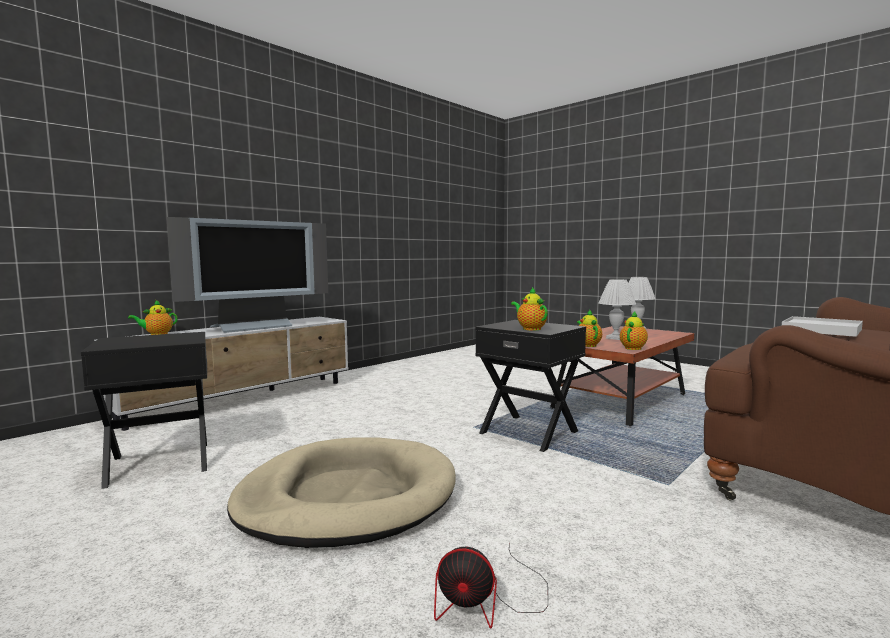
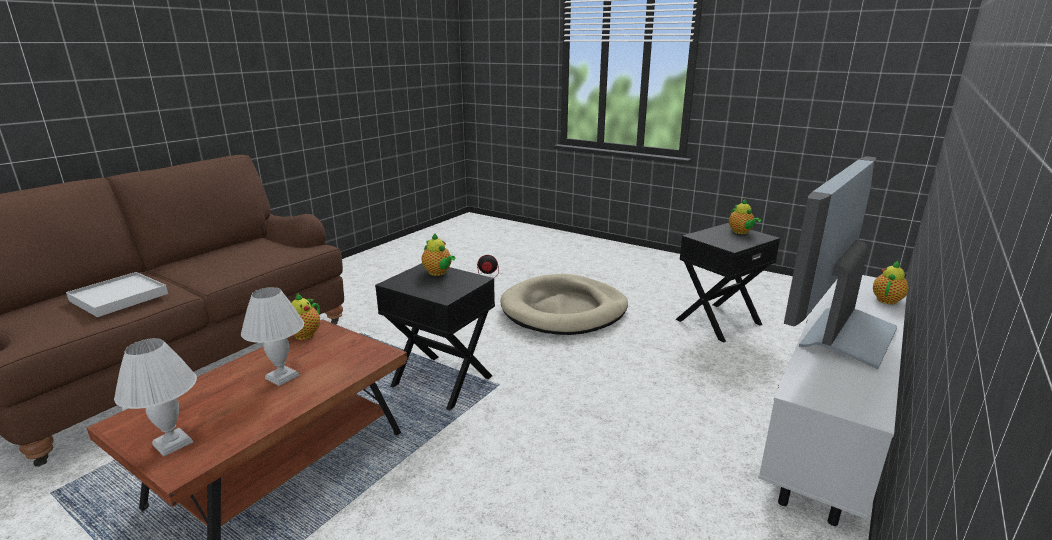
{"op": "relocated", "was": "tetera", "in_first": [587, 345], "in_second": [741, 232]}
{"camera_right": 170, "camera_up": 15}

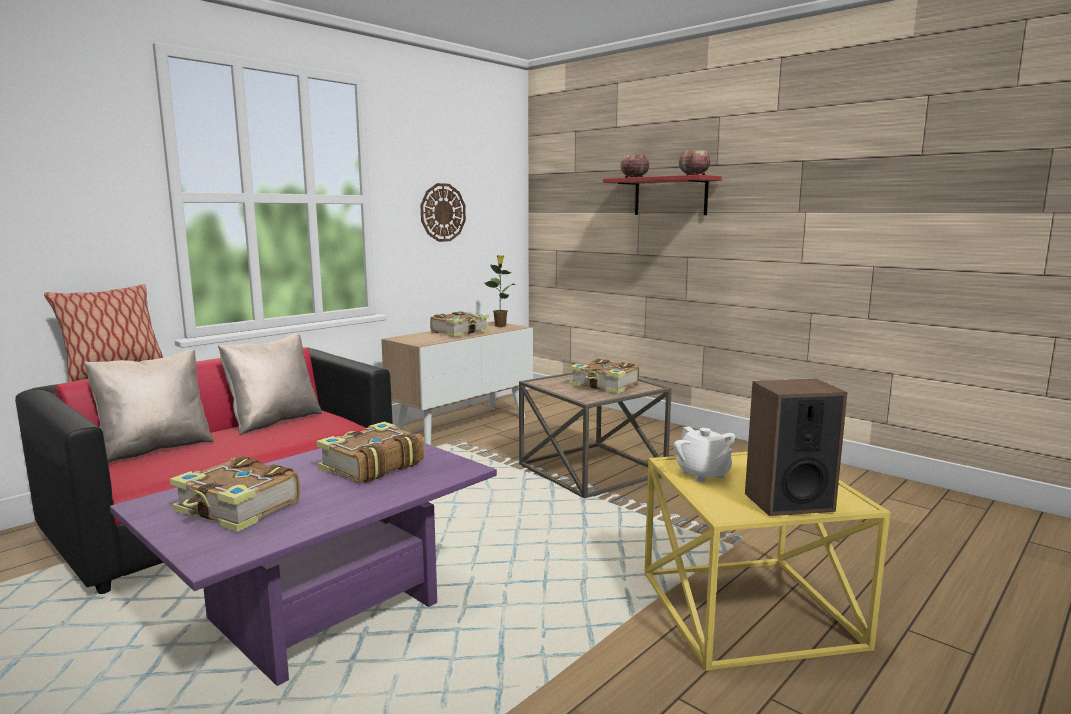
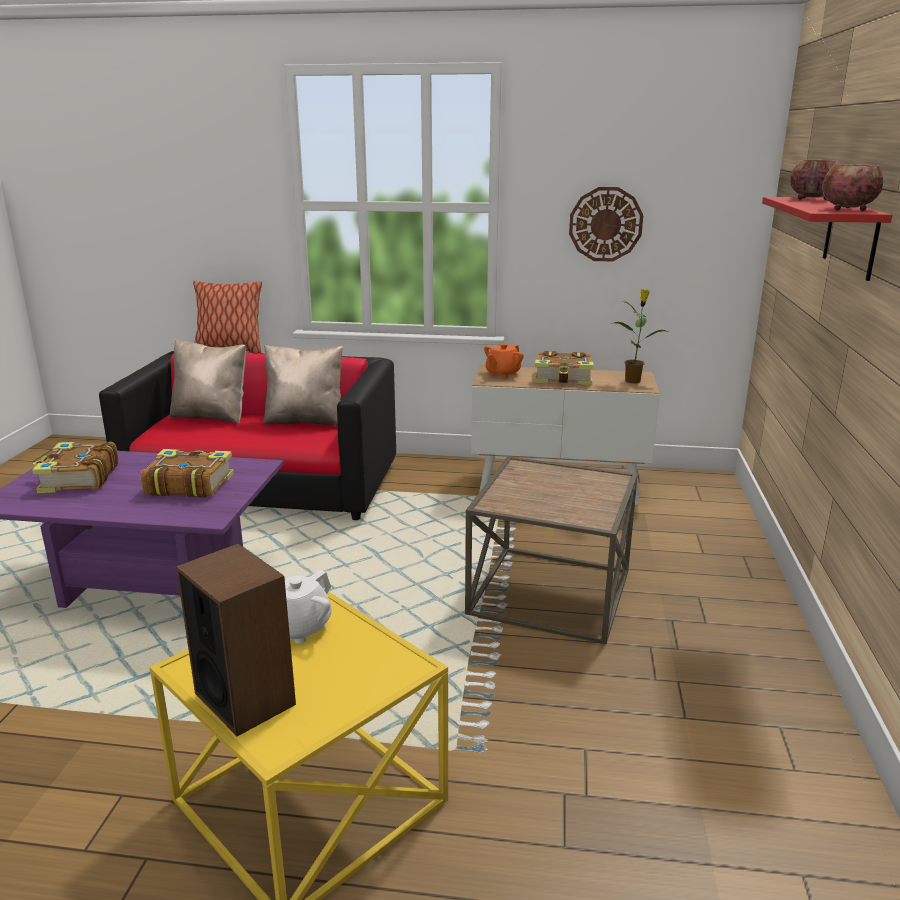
{"op": "missing", "was": "libro", "in_first": [605, 386]}
{"op": "appeared", "now": "tetera [naranja]", "in_second": [502, 374]}
{"camera_right": 55, "camera_up": 10}

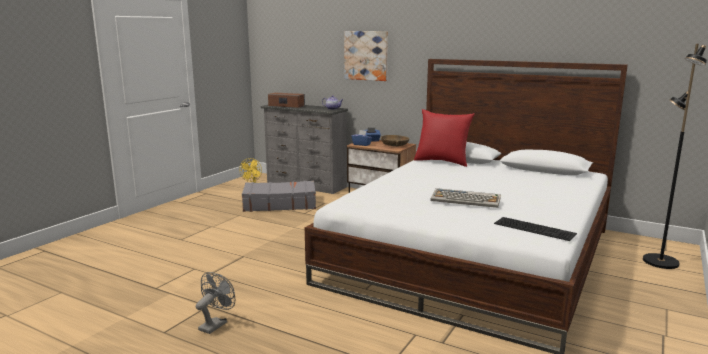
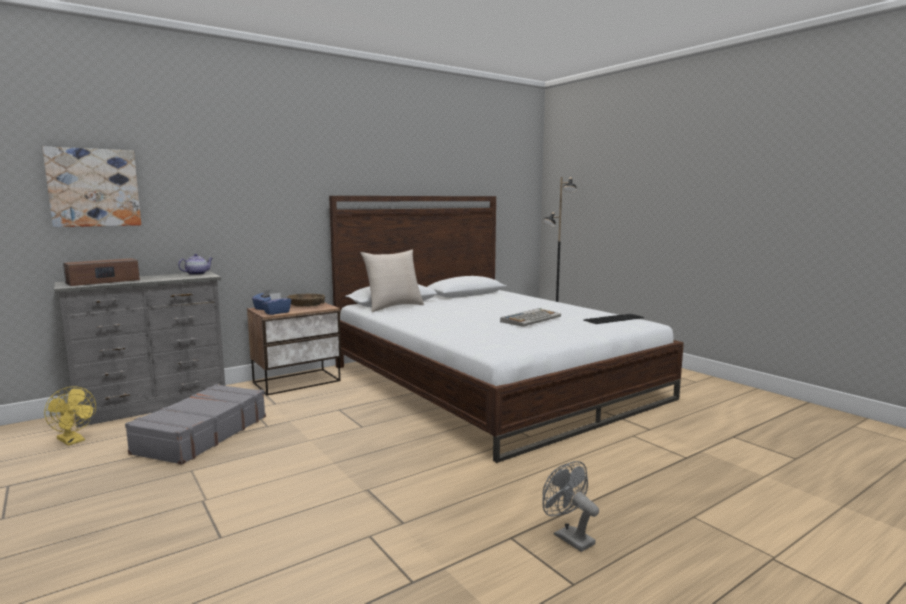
{"op": "relocated", "was": "cuadro", "in_first": [366, 55], "in_second": [94, 187]}
{"op": "colour", "was": "cojín [rojo]", "now": "cojín [beis]", "in_first": [442, 161], "in_second": [393, 307]}
{"camera_right": -65, "camera_up": -5}

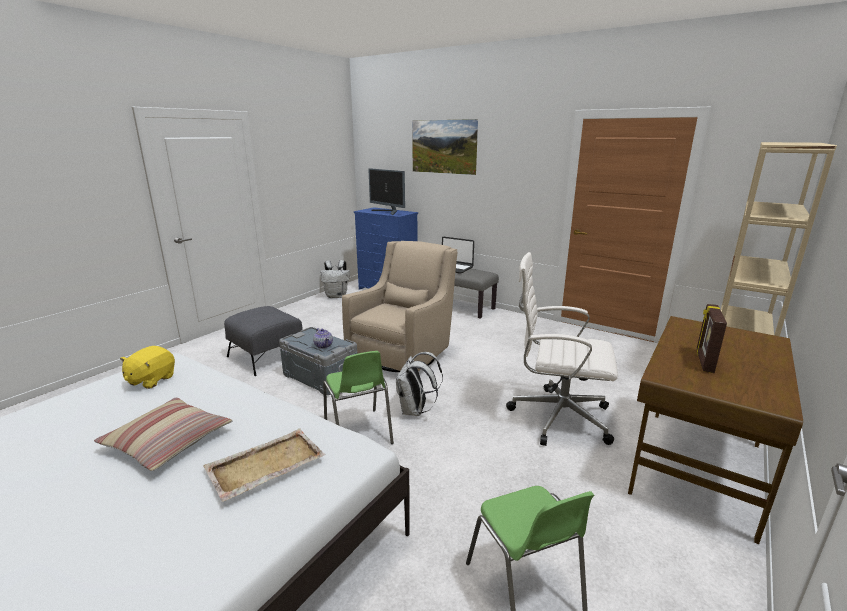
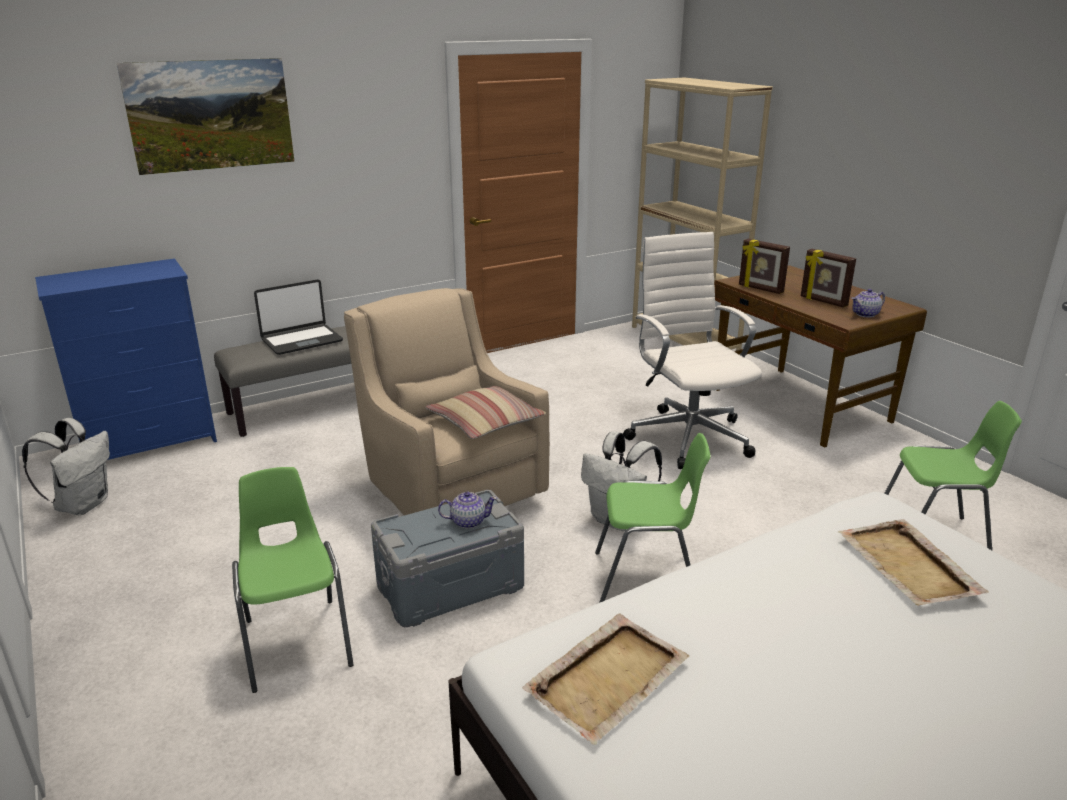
{"op": "missing", "was": "monitor", "in_first": [388, 212]}
{"op": "appeared", "now": "portarretratos", "in_second": [760, 289]}
{"op": "appeared", "now": "tetera", "in_second": [865, 314]}
{"op": "relocated", "was": "cojín", "in_first": [168, 442], "in_second": [485, 422]}
{"op": "exchanged", "was": "peluche [amarillo]", "now": "bandeja [beis]", "in_first": [151, 380], "in_second": [608, 678]}
{"op": "exchanged", "was": "puf [gris]", "now": "silla [verde]", "in_first": [267, 356], "in_second": [297, 642]}
{"op": "spun", "was": "silla de oficina [blanco]", "in_first": [557, 416], "in_second": [688, 436], "clockwise": 120}
{"camera_right": -65, "camera_up": 5}

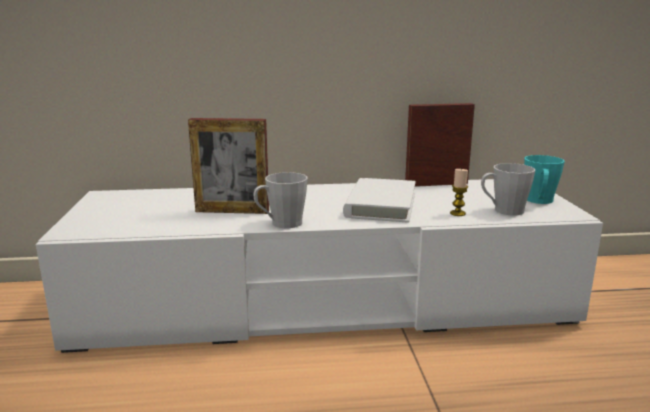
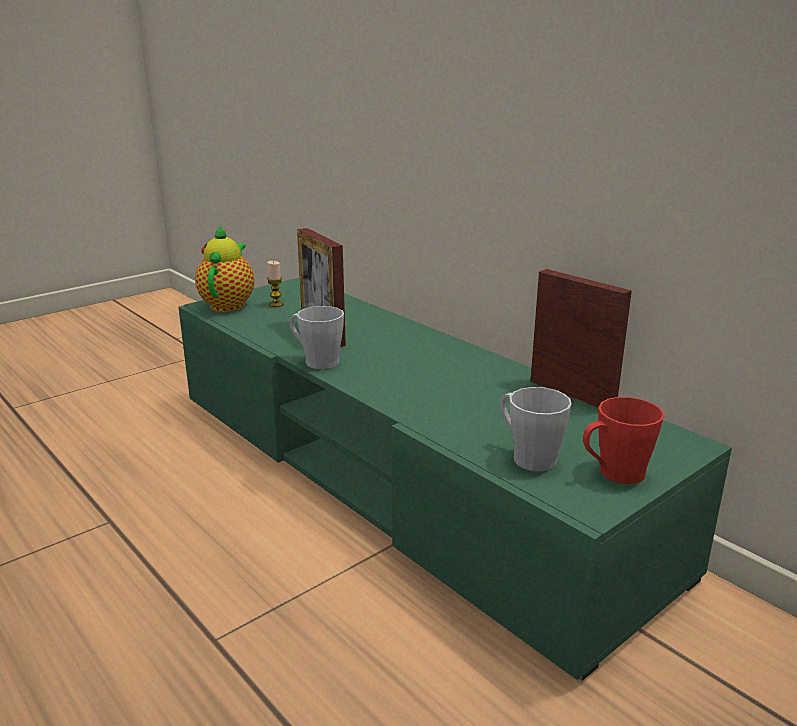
{"op": "missing", "was": "libro [blanco]", "in_first": [381, 205]}
{"op": "appeared", "now": "tetera", "in_second": [229, 304]}
{"op": "relocated", "was": "vela", "in_first": [457, 213], "in_second": [276, 304]}
{"op": "colour", "was": "mueble de televisión [blanco]", "now": "mueble de televisión [verde]", "in_first": [325, 303], "in_second": [398, 476]}
{"op": "colour", "was": "taza grande [turquesa]", "now": "taza grande [rojo]", "in_first": [539, 201], "in_second": [614, 473]}
{"camera_right": 55, "camera_up": 5}

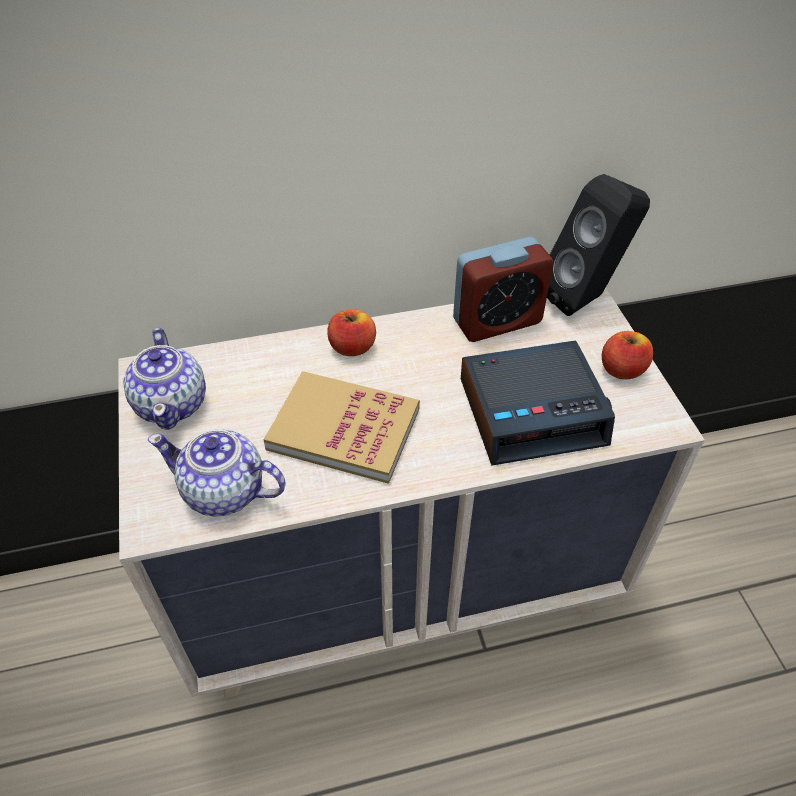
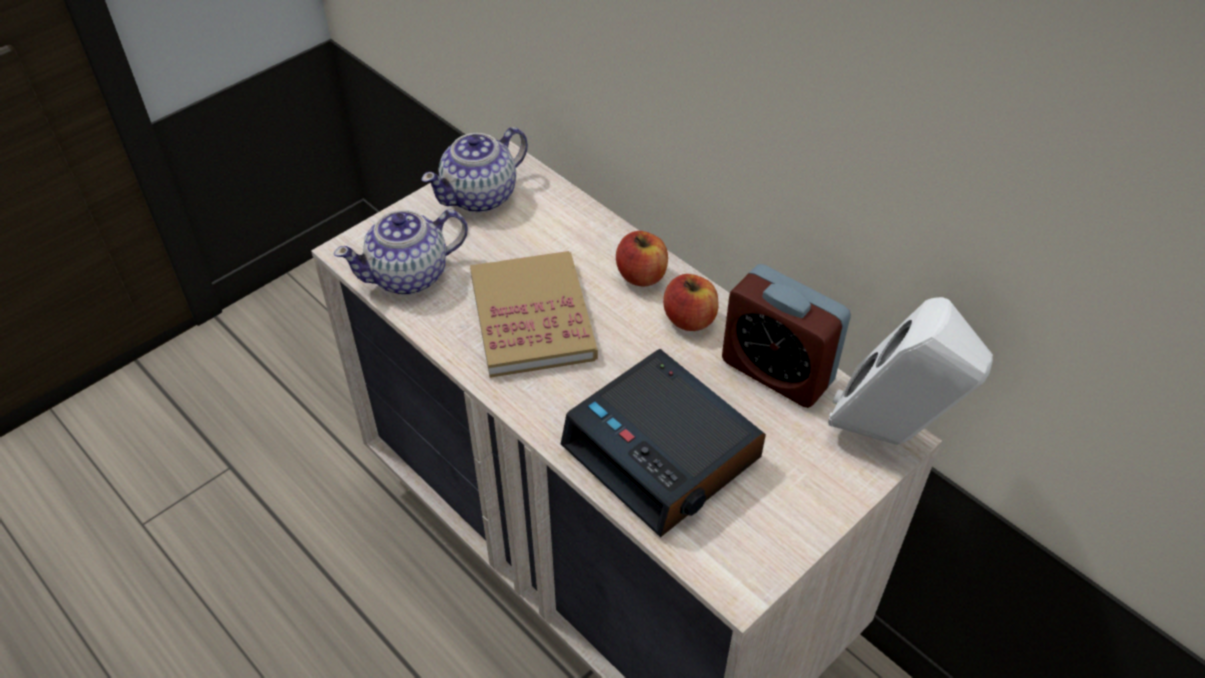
{"op": "relocated", "was": "manzana", "in_first": [622, 369], "in_second": [689, 319]}
{"op": "colour", "was": "altavoz [negro]", "now": "altavoz [blanco]", "in_first": [585, 298], "in_second": [891, 436]}
{"op": "spun", "was": "tetera", "in_first": [225, 492], "in_second": [410, 275], "clockwise": -105}
{"camera_right": 60, "camera_up": 0}

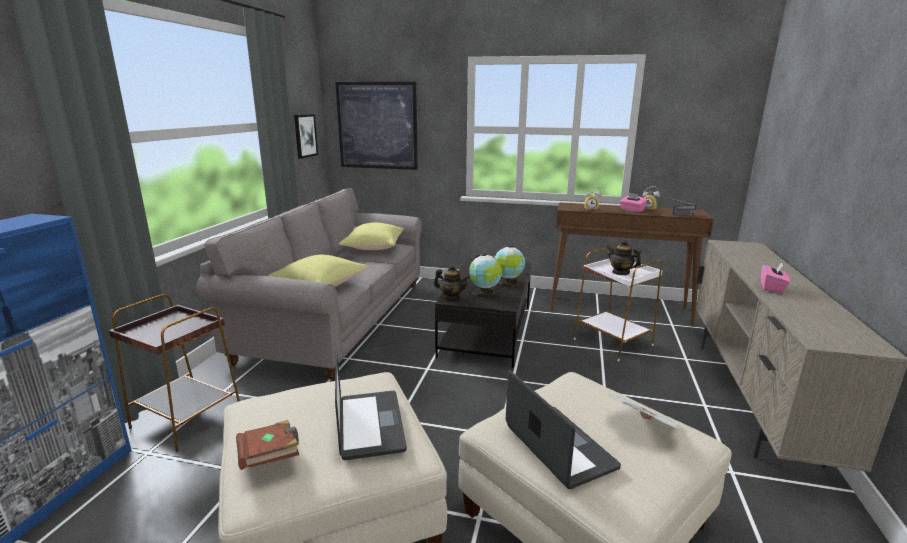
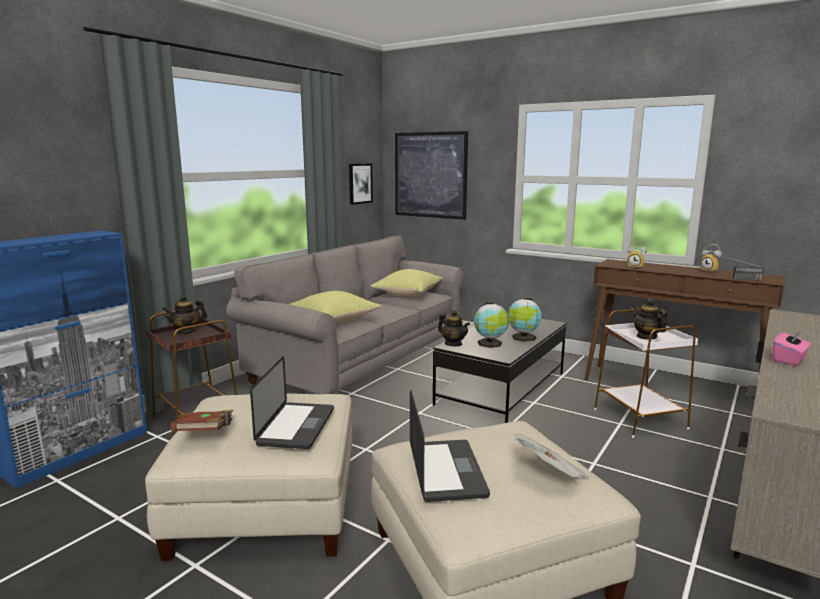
{"op": "missing", "was": "caja de pañuelos [rosa]", "in_first": [632, 210]}
{"op": "appeared", "now": "tetera", "in_second": [187, 331]}
{"camera_right": 20, "camera_up": -5}

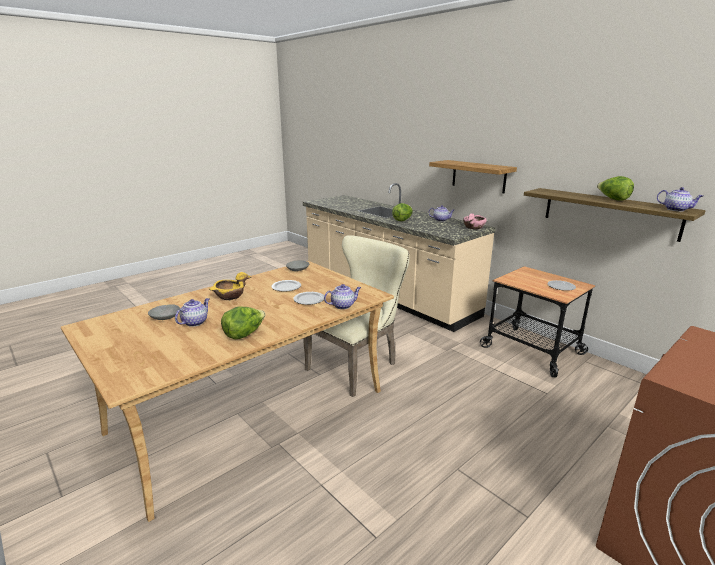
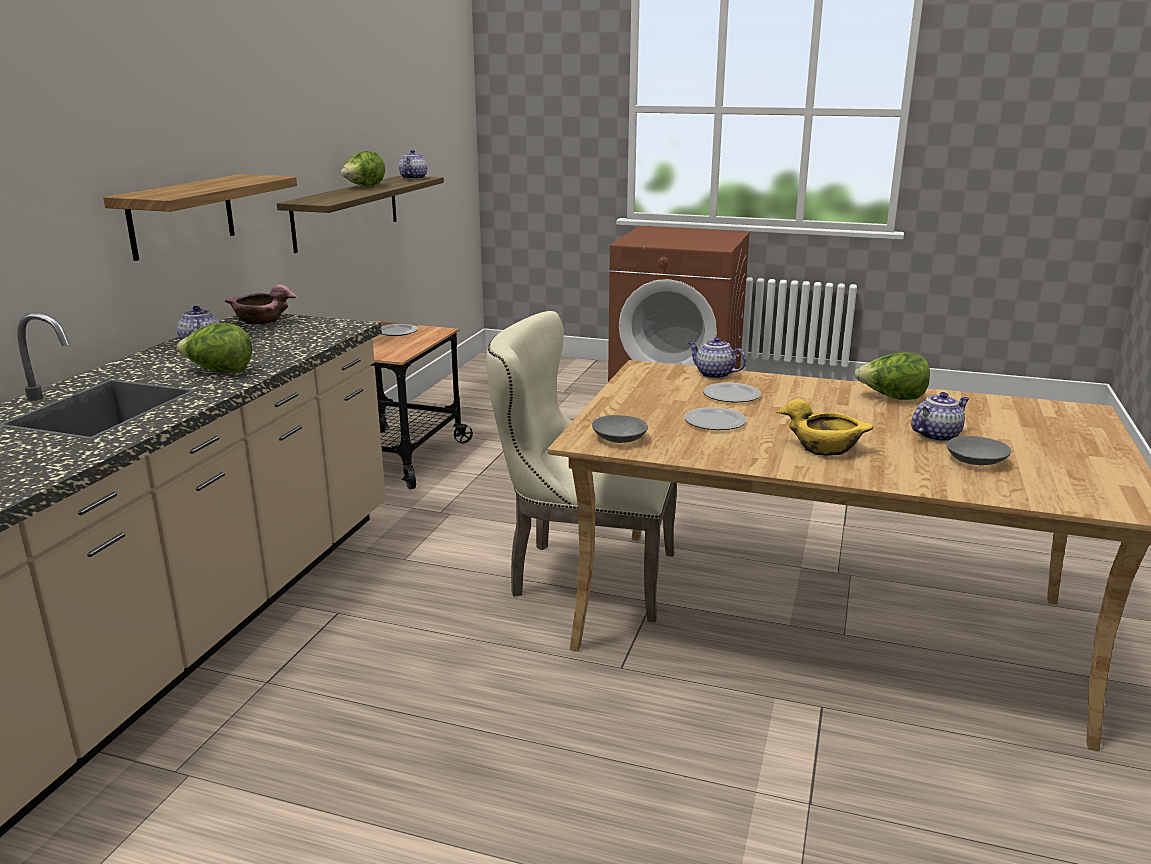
{"op": "spun", "was": "tetera", "in_first": [195, 322], "in_second": [937, 435], "clockwise": 150}
{"camera_right": -120, "camera_up": 0}

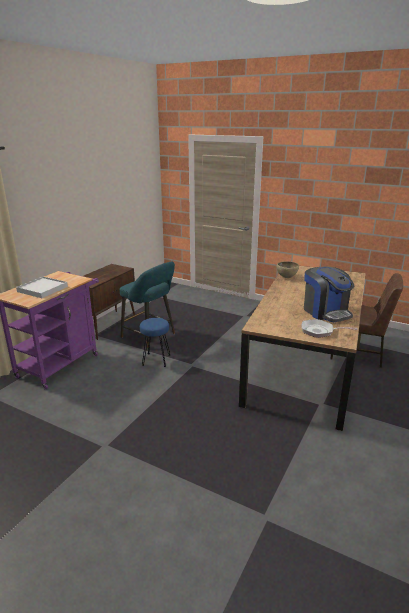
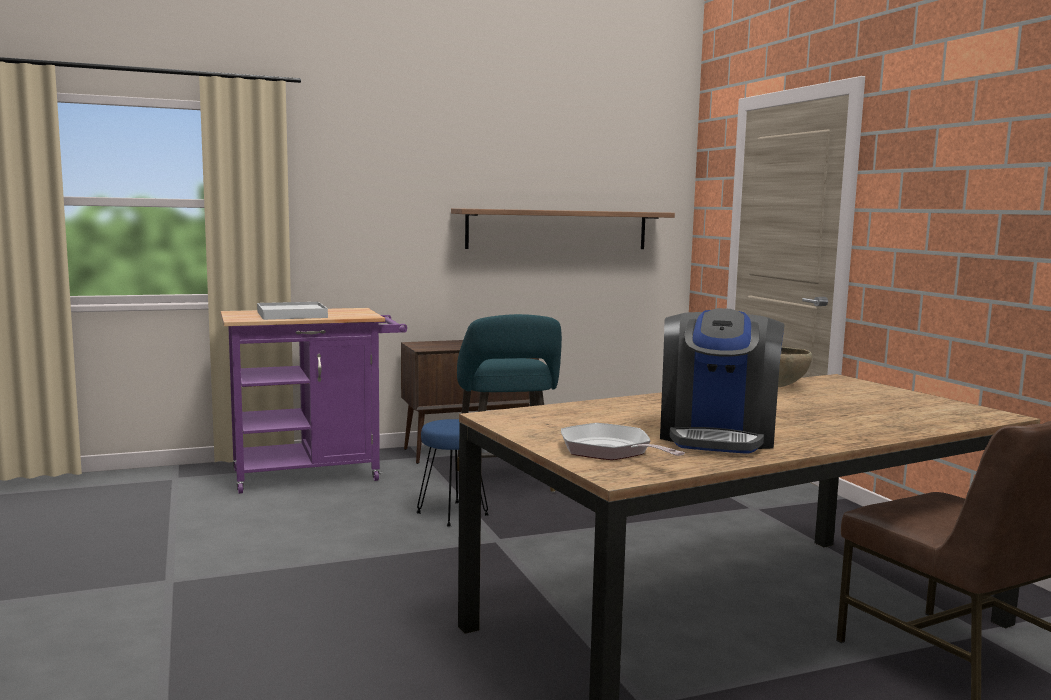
{"op": "appeared", "now": "estante", "in_second": [558, 229]}
{"camera_right": 40, "camera_up": -15}

